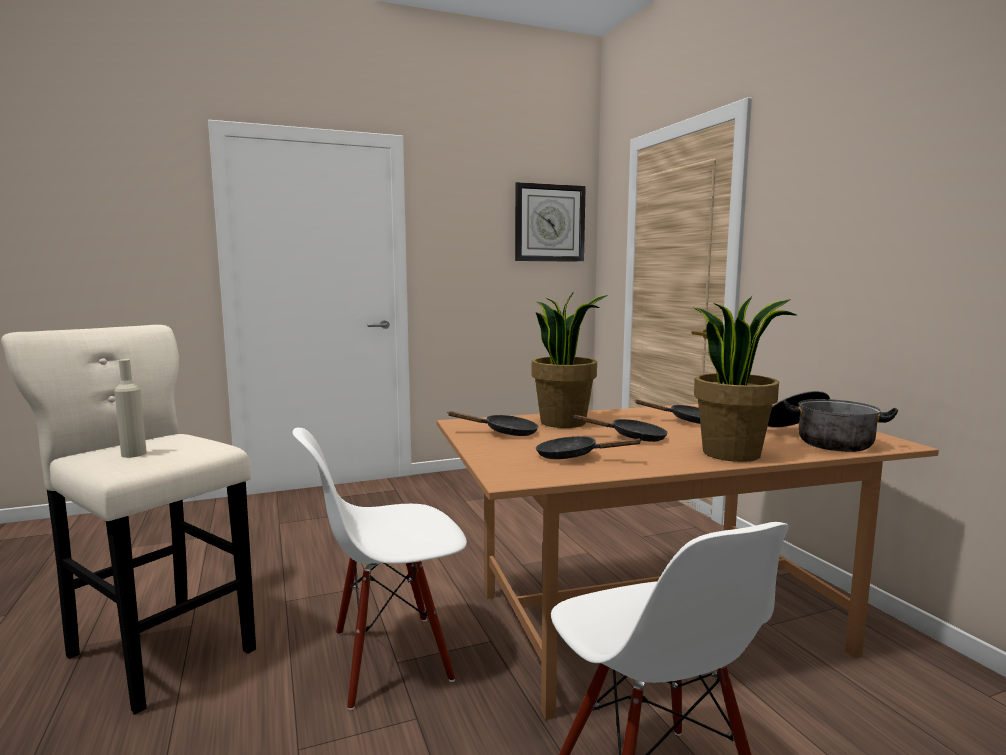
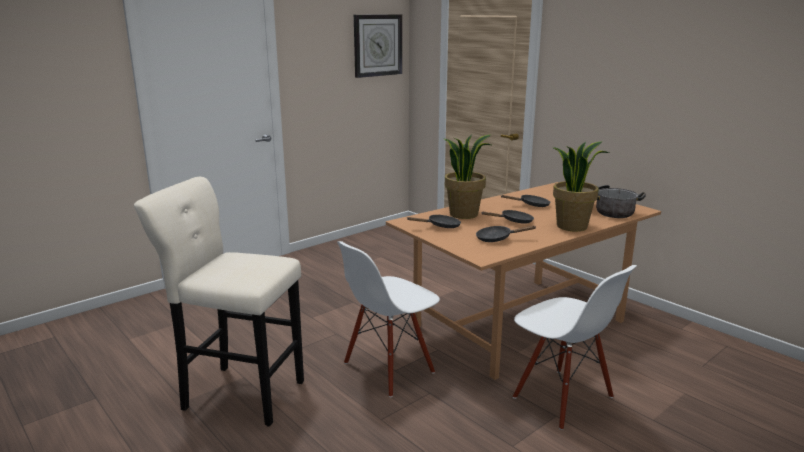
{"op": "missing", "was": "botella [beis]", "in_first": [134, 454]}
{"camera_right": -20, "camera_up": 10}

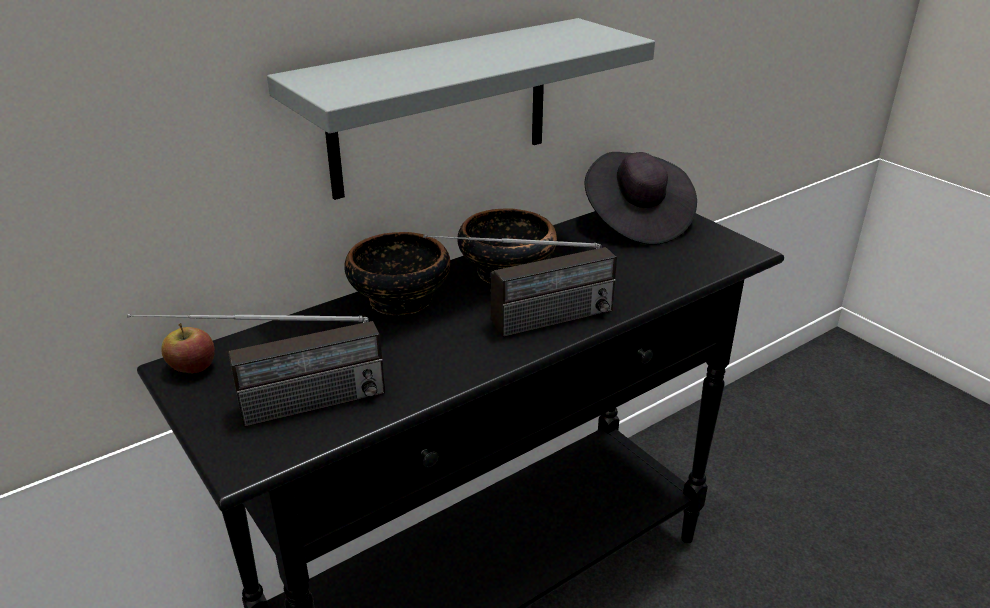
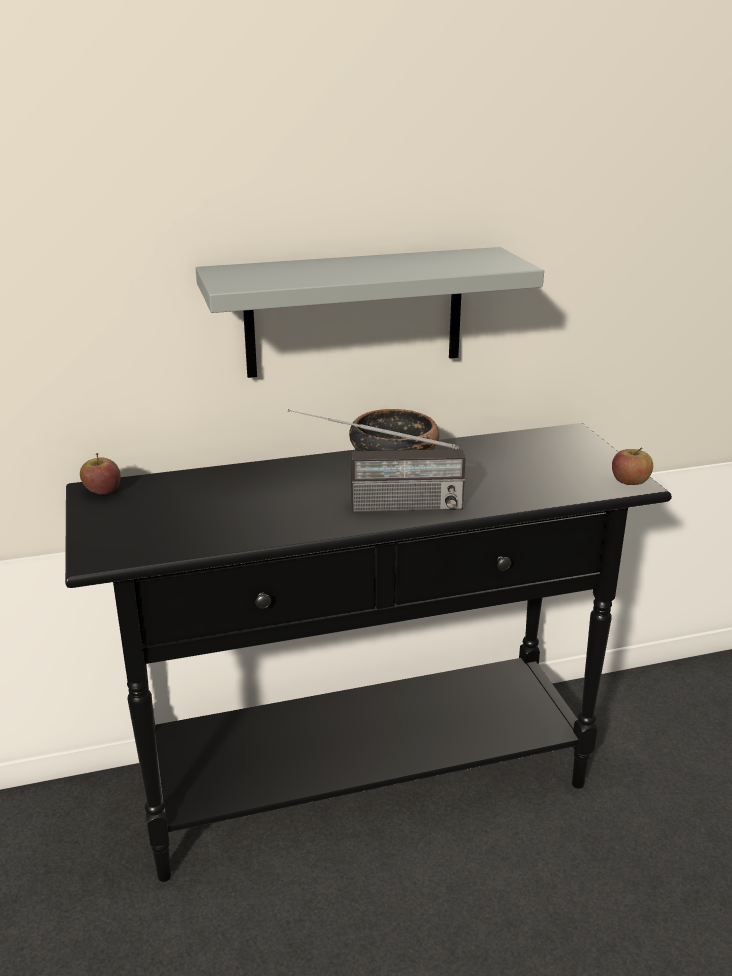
{"op": "missing", "was": "radio", "in_first": [275, 411]}
{"op": "missing", "was": "cuenco", "in_first": [399, 299]}
{"op": "missing", "was": "sombrero [negro]", "in_first": [636, 221]}
{"op": "appeared", "now": "manzana", "in_second": [630, 481]}
{"camera_right": 20, "camera_up": -5}

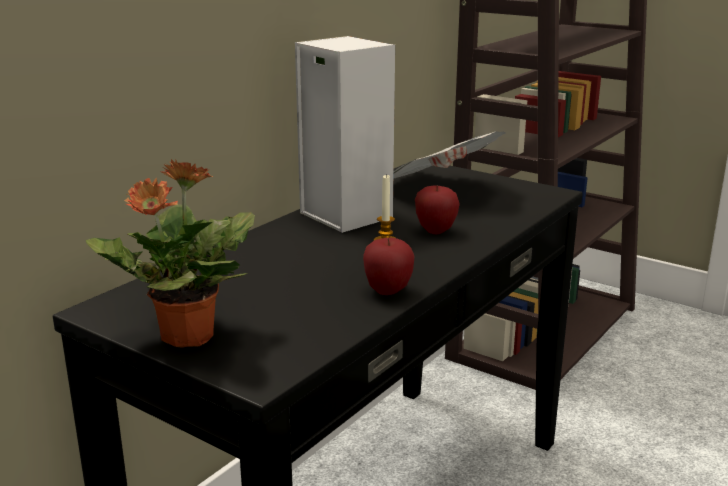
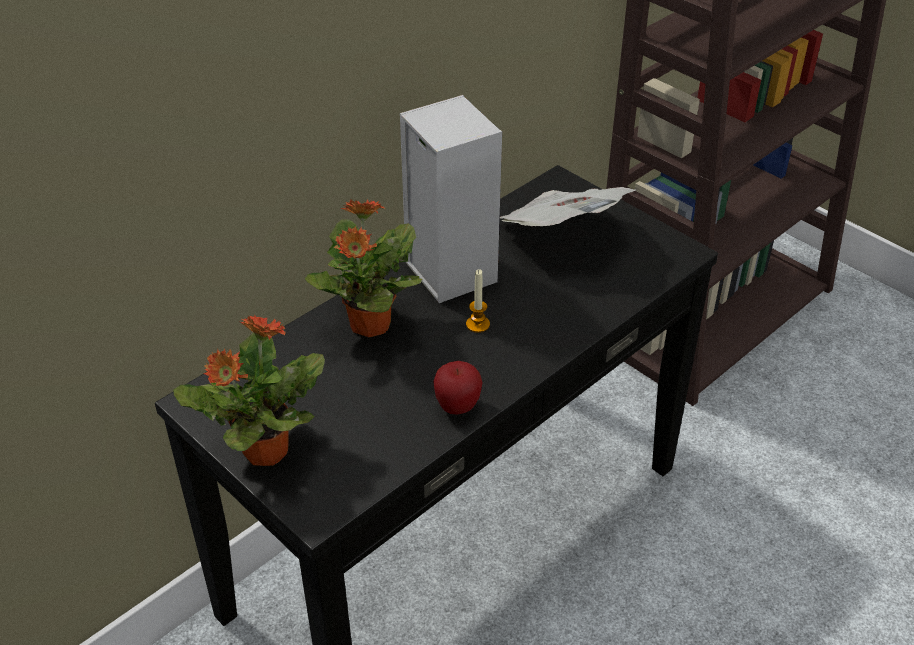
{"op": "missing", "was": "manzana", "in_first": [435, 231]}
{"op": "appeared", "now": "planta en maceta", "in_second": [369, 325]}
{"camera_right": 10, "camera_up": 20}

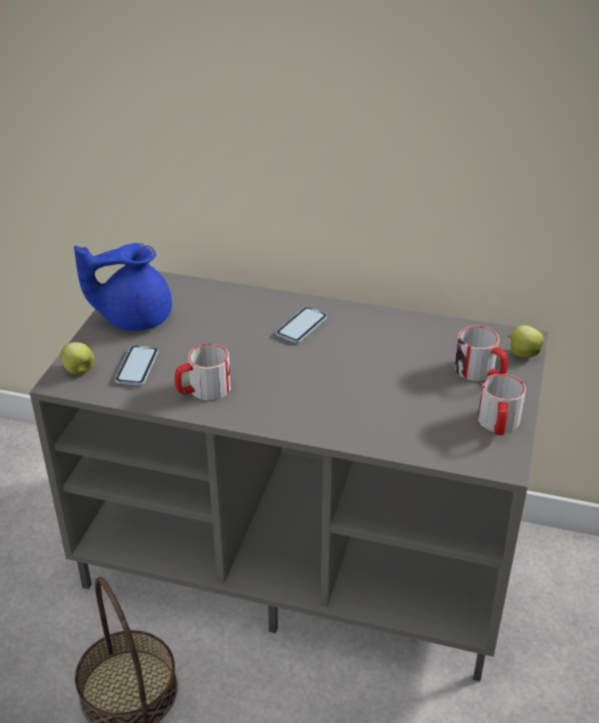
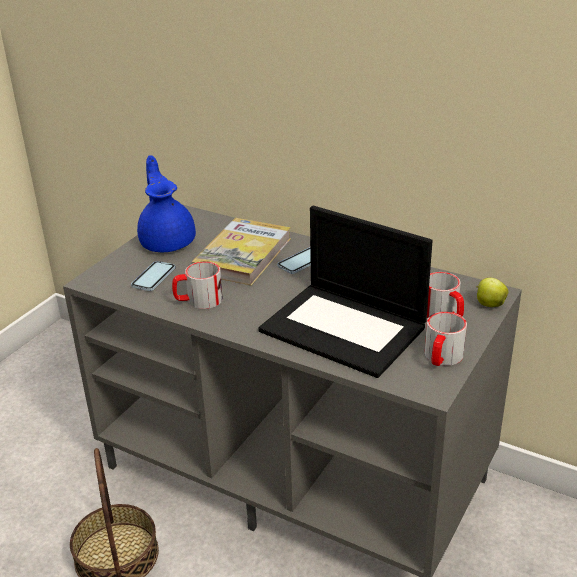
{"op": "missing", "was": "manzana", "in_first": [79, 371]}
{"op": "appeared", "now": "libro", "in_second": [243, 255]}
{"op": "appeared", "now": "portátil", "in_second": [345, 328]}
{"op": "spun", "was": "tetera [azul]", "in_first": [133, 317], "in_second": [168, 241], "clockwise": 75}
{"camera_right": 15, "camera_up": -5}

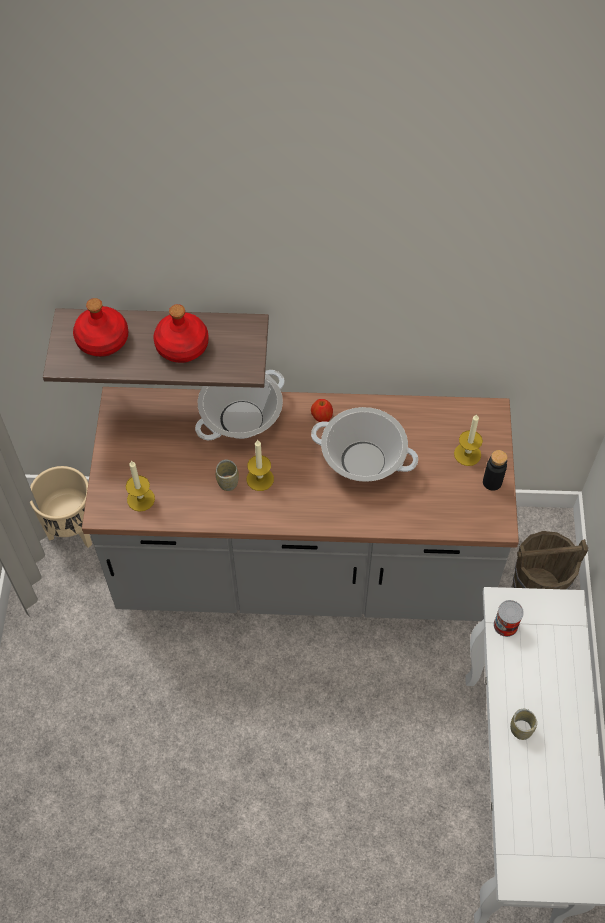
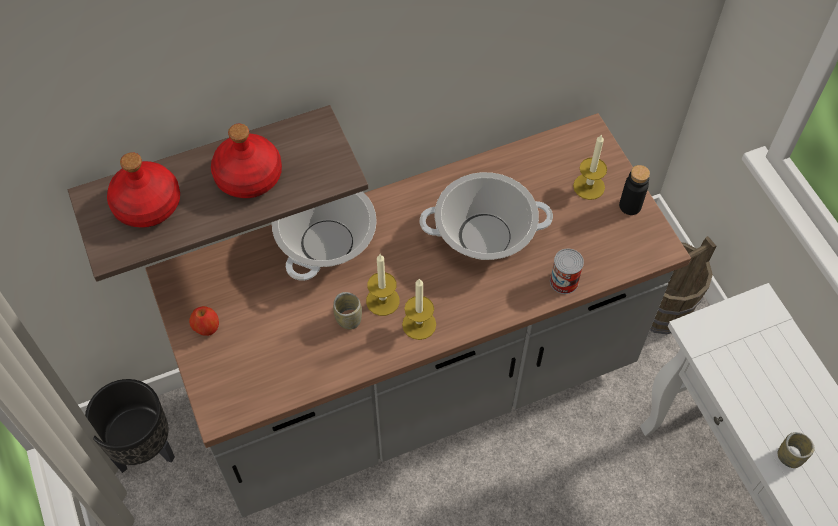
{"op": "relocated", "was": "vela", "in_first": [141, 499], "in_second": [419, 324]}
{"op": "relocated", "was": "manzana", "in_first": [322, 417], "in_second": [207, 328]}
{"op": "relocated", "was": "lata", "in_first": [505, 625], "in_second": [564, 281]}
{"op": "colour", "was": "maceta [beis]", "now": "maceta [negro]", "in_first": [73, 530], "in_second": [145, 450]}
{"camera_right": -25, "camera_up": 0}

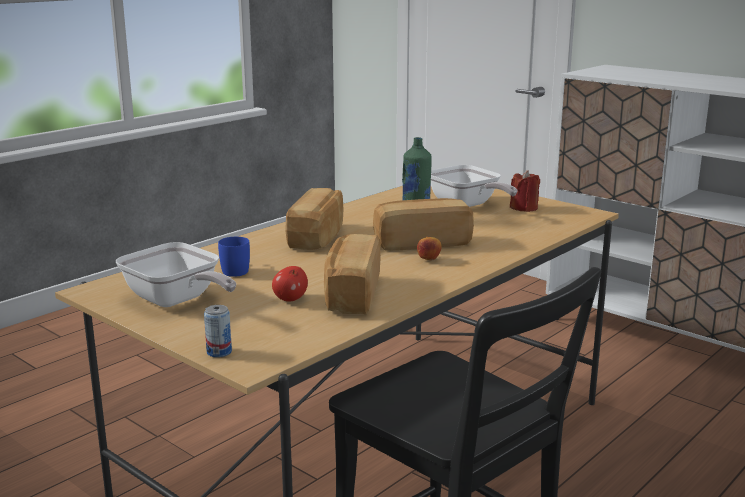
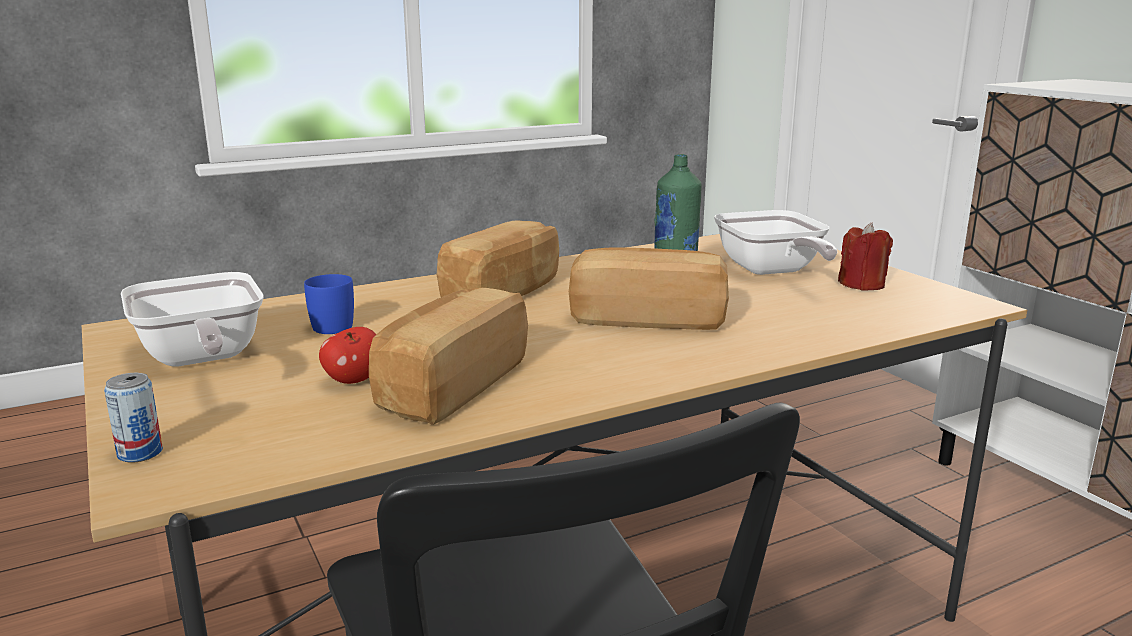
{"op": "missing", "was": "manzana", "in_first": [428, 260]}
{"camera_right": 20, "camera_up": 0}

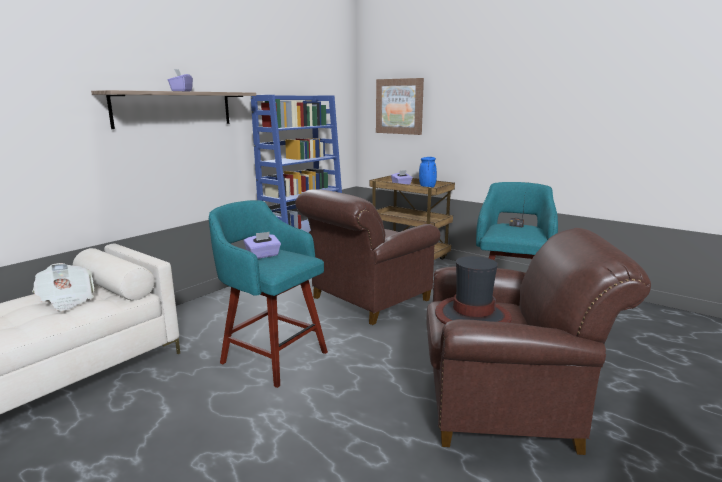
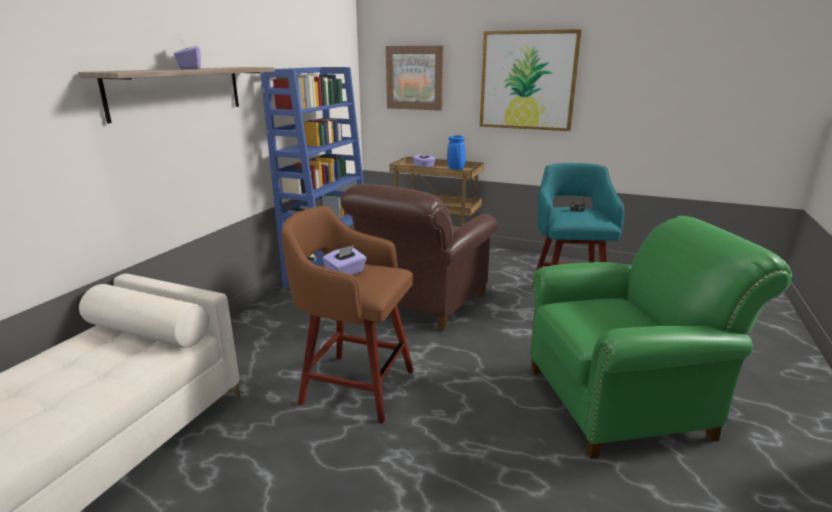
{"op": "missing", "was": "periódico", "in_first": [67, 300]}
{"op": "missing", "was": "sombrero", "in_first": [472, 315]}
{"op": "appeared", "now": "cuadro", "in_second": [527, 80]}
{"op": "colour", "was": "taburete [turquesa]", "now": "taburete [marrón]", "in_first": [272, 356], "in_second": [354, 385]}
{"op": "colour", "was": "sillón [marrón]", "now": "sillón [verde]", "in_first": [508, 405], "in_second": [624, 401]}
{"camera_right": -15, "camera_up": 5}

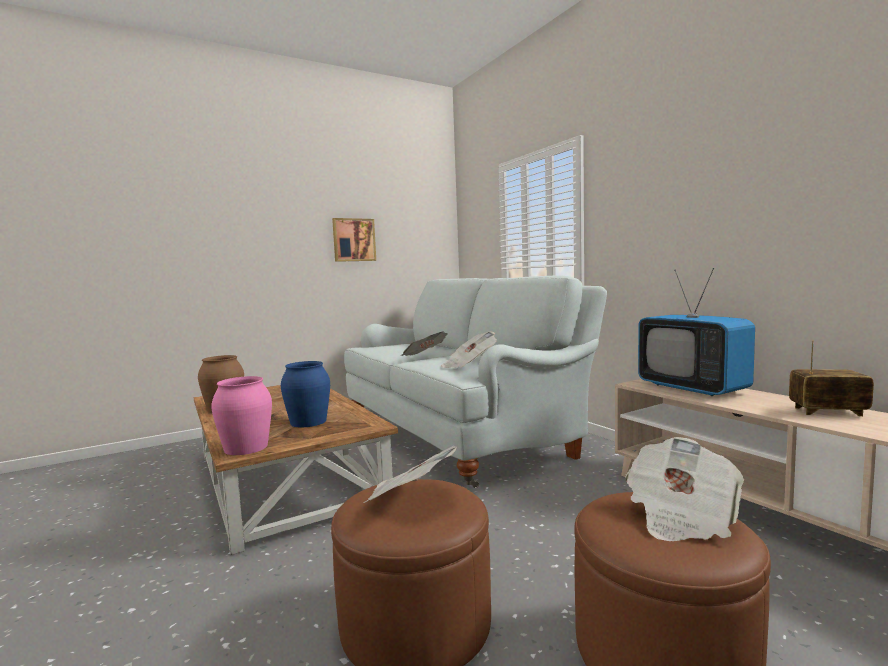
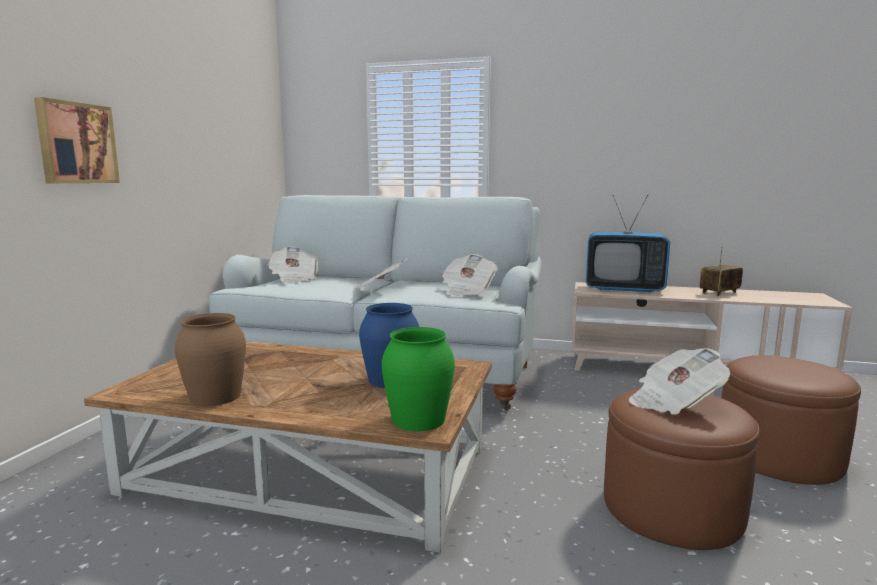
{"op": "relocated", "was": "cuadro", "in_first": [353, 240], "in_second": [76, 143]}
{"op": "relocated", "was": "periódico", "in_first": [680, 516], "in_second": [294, 279]}
{"op": "colour", "was": "florero [rosa]", "now": "florero [verde]", "in_first": [245, 448], "in_second": [418, 420]}
{"camera_right": -45, "camera_up": 5}

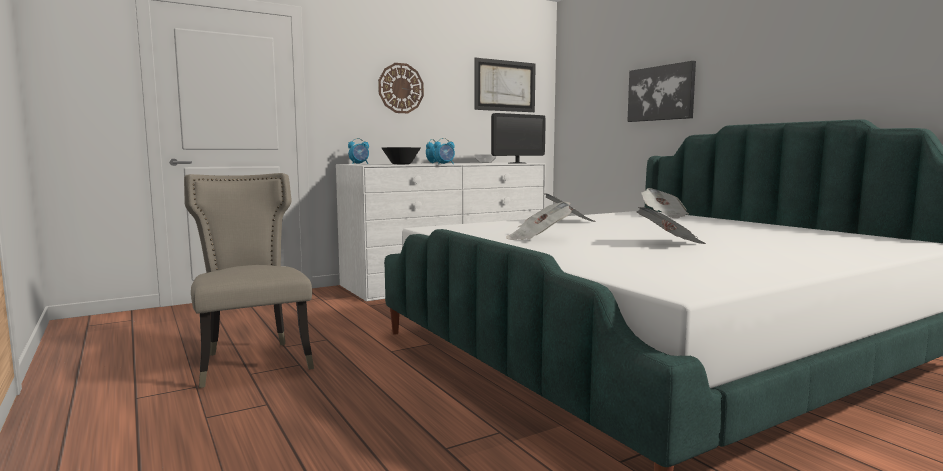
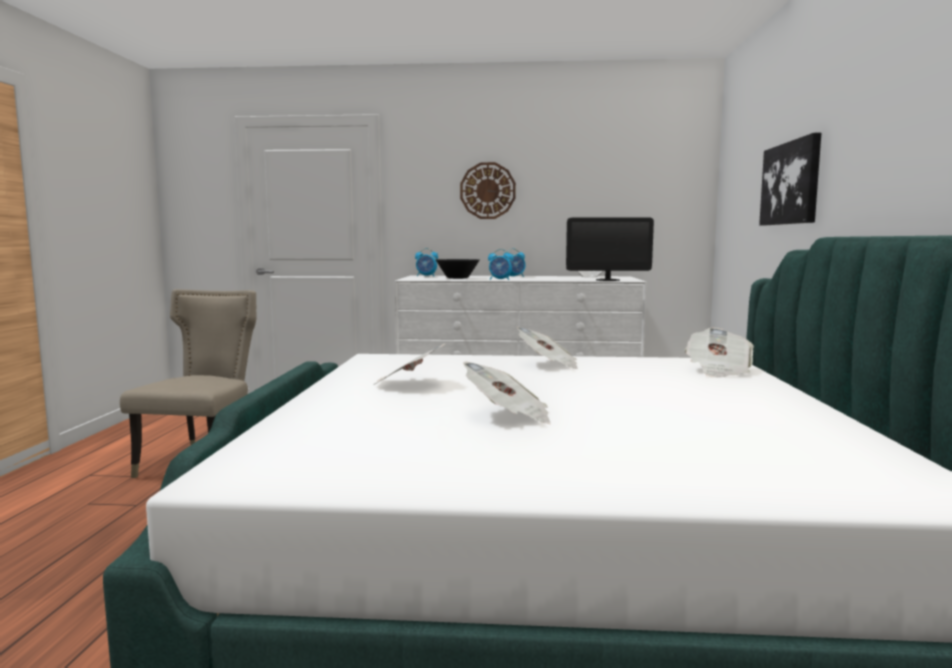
{"op": "missing", "was": "cuadro", "in_first": [505, 86]}
{"camera_right": 35, "camera_up": 0}

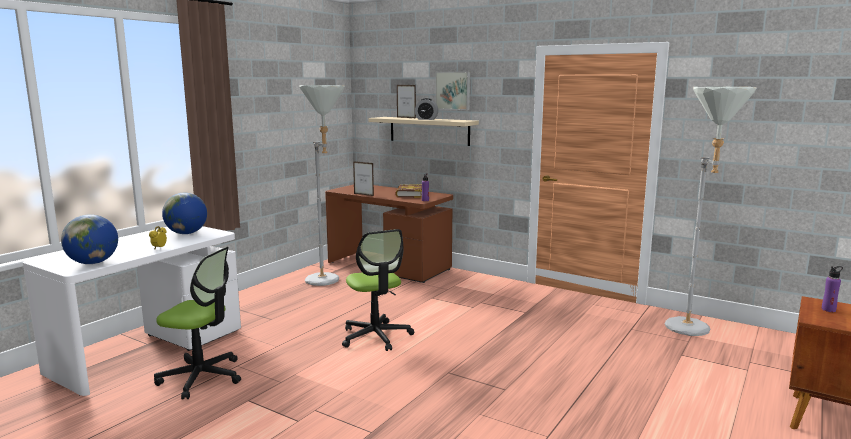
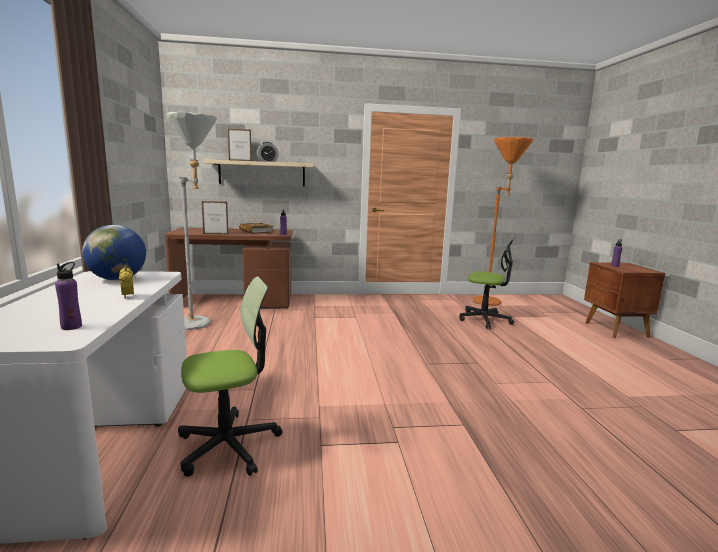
{"op": "missing", "was": "cuadro", "in_first": [453, 90]}
{"op": "relocated", "was": "silla de oficina", "in_first": [376, 336], "in_second": [485, 319]}
{"op": "exchanged", "was": "globo terráqueo", "now": "botella [morado]", "in_first": [93, 263], "in_second": [71, 327]}
{"op": "colour", "was": "lámpara de pie [gris]", "now": "lámpara de pie [naranja]", "in_first": [694, 331], "in_second": [493, 303]}
{"camera_right": -40, "camera_up": 0}

